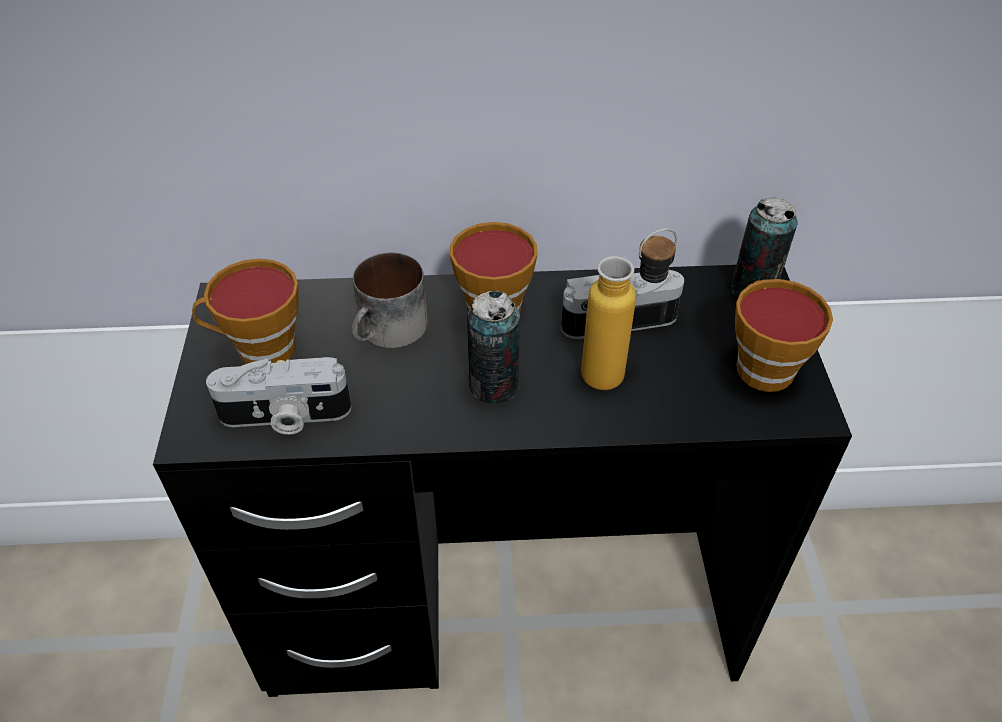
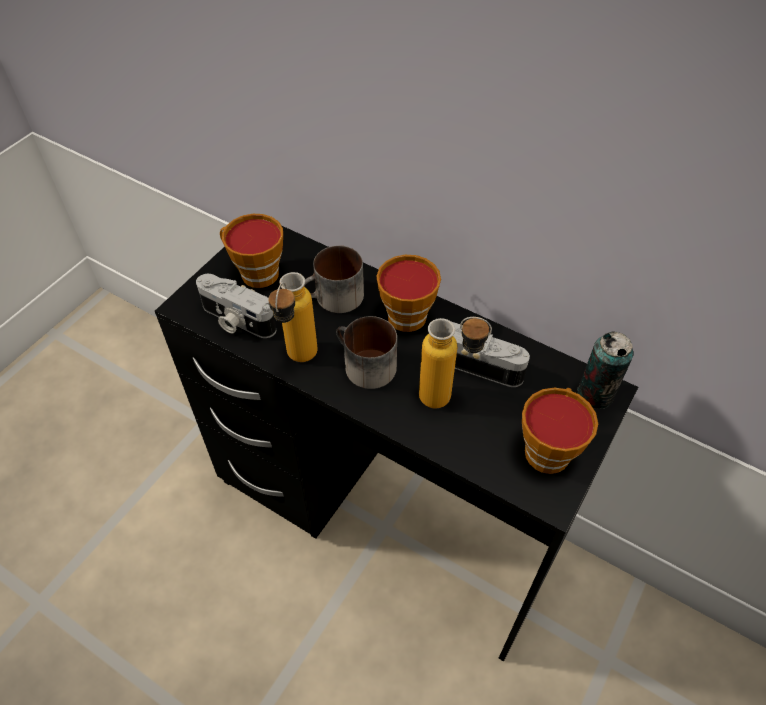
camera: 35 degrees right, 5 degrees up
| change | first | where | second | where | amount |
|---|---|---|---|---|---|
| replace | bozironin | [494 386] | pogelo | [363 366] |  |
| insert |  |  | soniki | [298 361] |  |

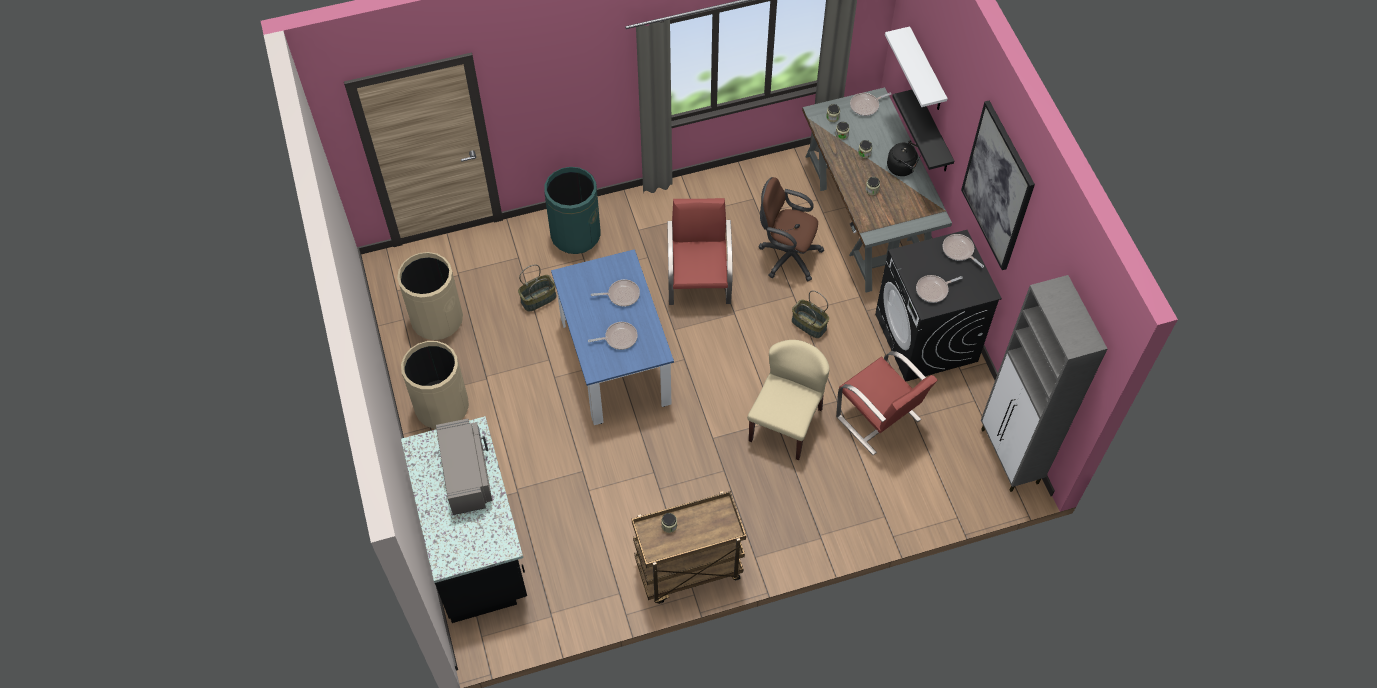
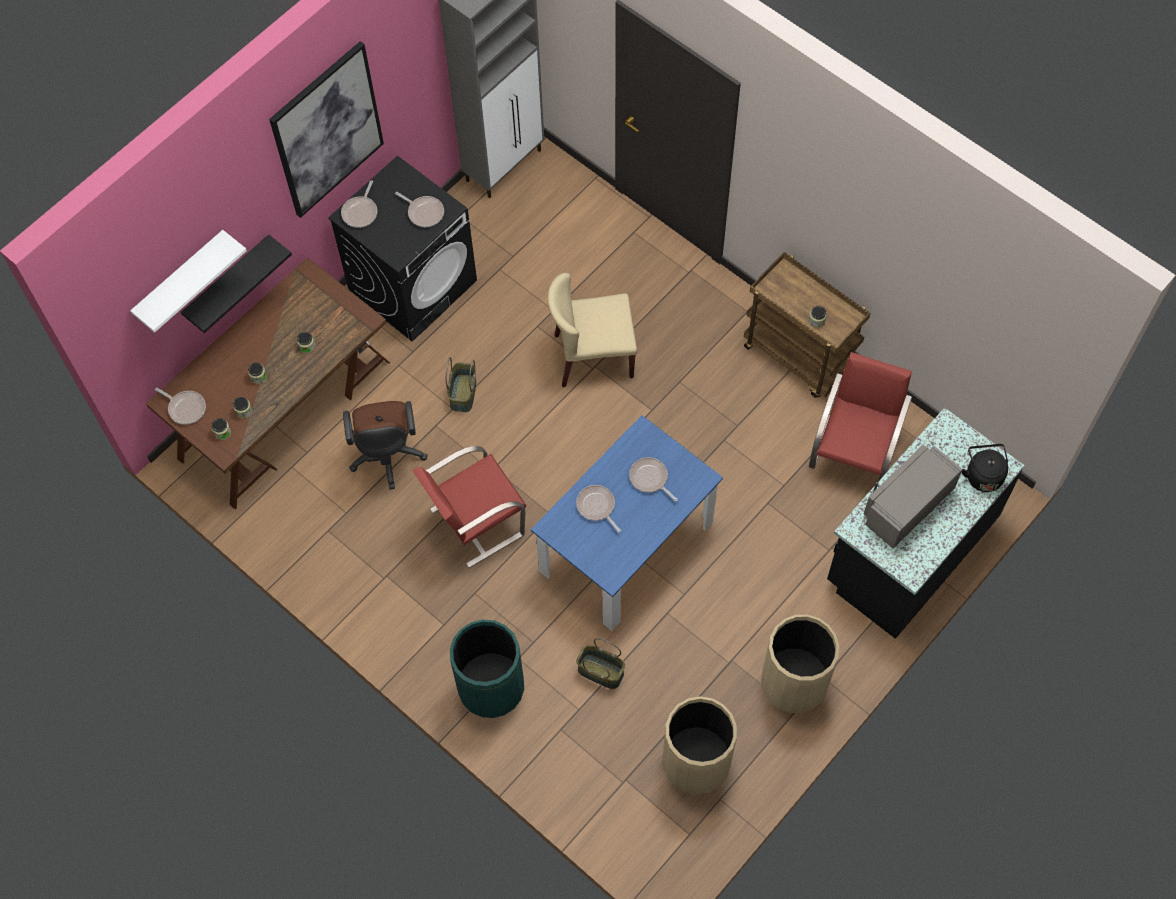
camera: 120 degrees left, 5 degrees up
| change | first | where | second | where | amount |
|---|---|---|---|---|---|
| recolor | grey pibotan | [867 214] | brown pibotan | [284 409] |  |
| move | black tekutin | [903 167] |  | [983 474] |  |
| move | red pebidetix | [879 419] |  | [854 451] |  |

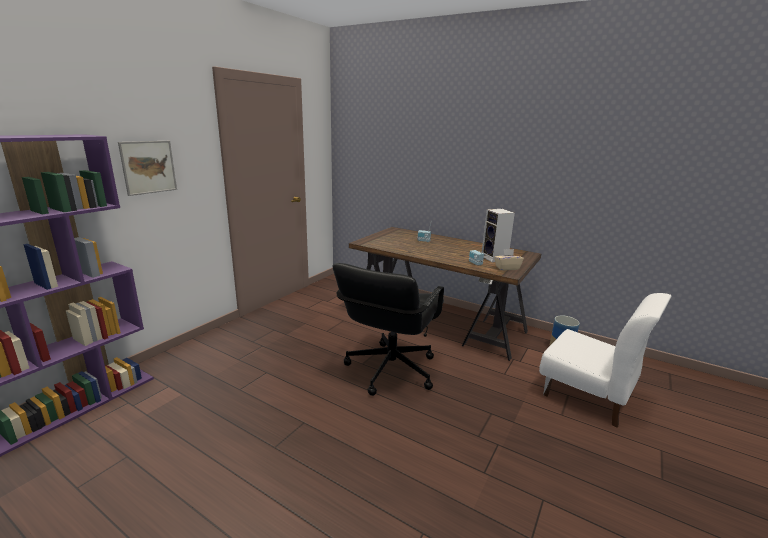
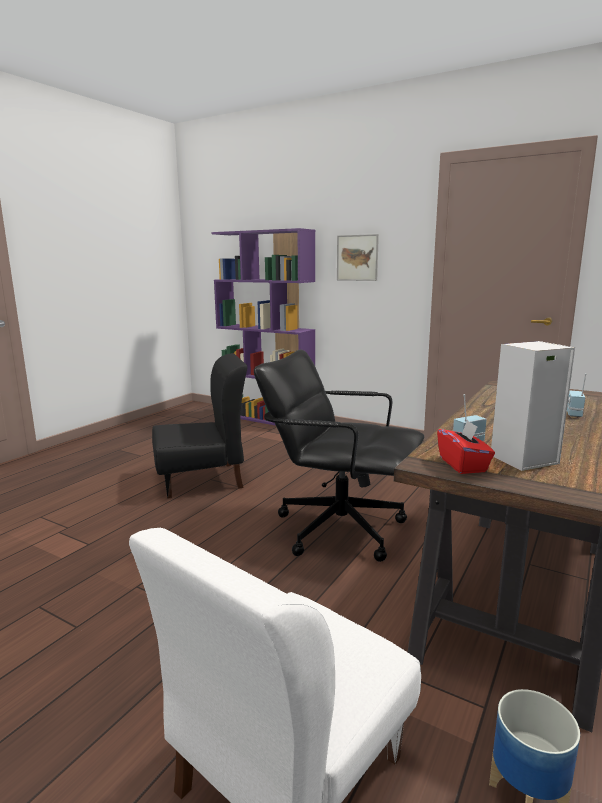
camera: 90 degrees right, 5 degrees down
| change | first | where | second | where | amount |
|---|---|---|---|---|---|
| recolor | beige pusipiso | [507 268] | red pusipiso | [463 465] |  |
| insert |  |  | black pebidetix | [202 480] |  |

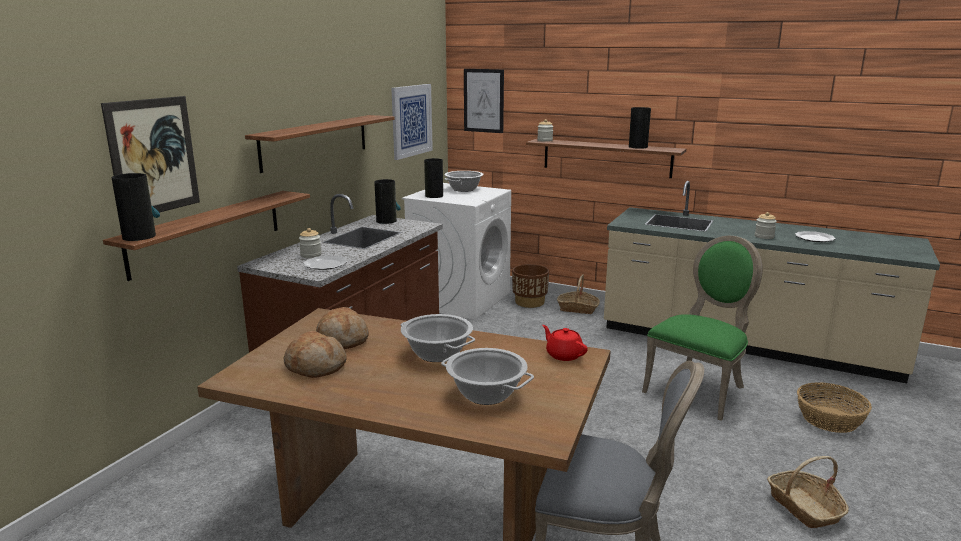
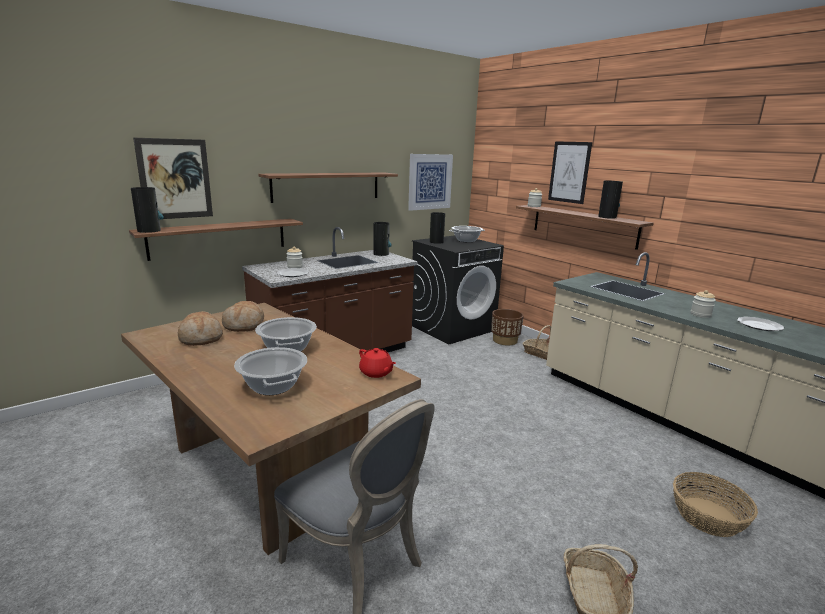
camera: 25 degrees right, 0 degrees up
| change | first | where | second | where | amount |
|---|---|---|---|---|---|
| move | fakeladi | [483 100] |  | [569 172] |  |
| recolor | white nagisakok | [460 299] | black nagisakok | [452 327] |  |
| delete | green pebidetix | [699 389] |  |  |  |
| rotate | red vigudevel | [564 355] |  | [376 373] | 150 degrees clockwise |

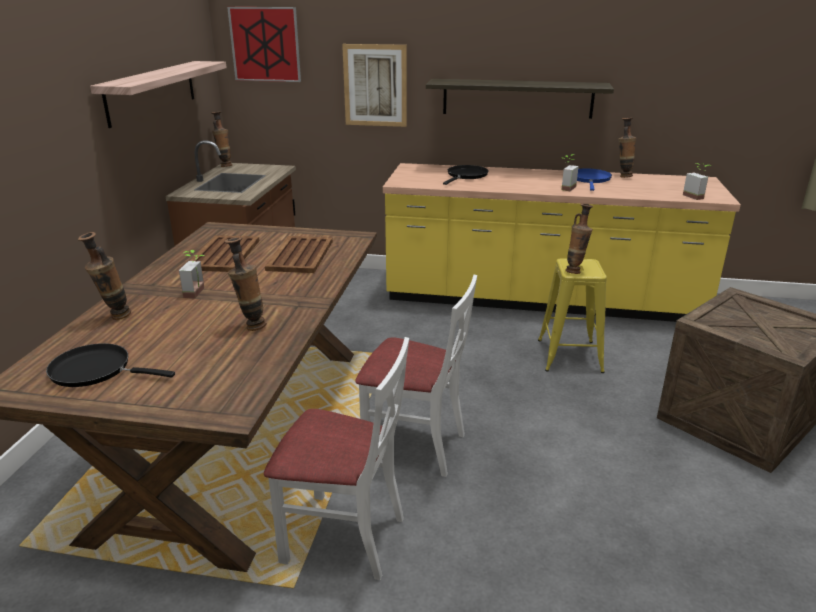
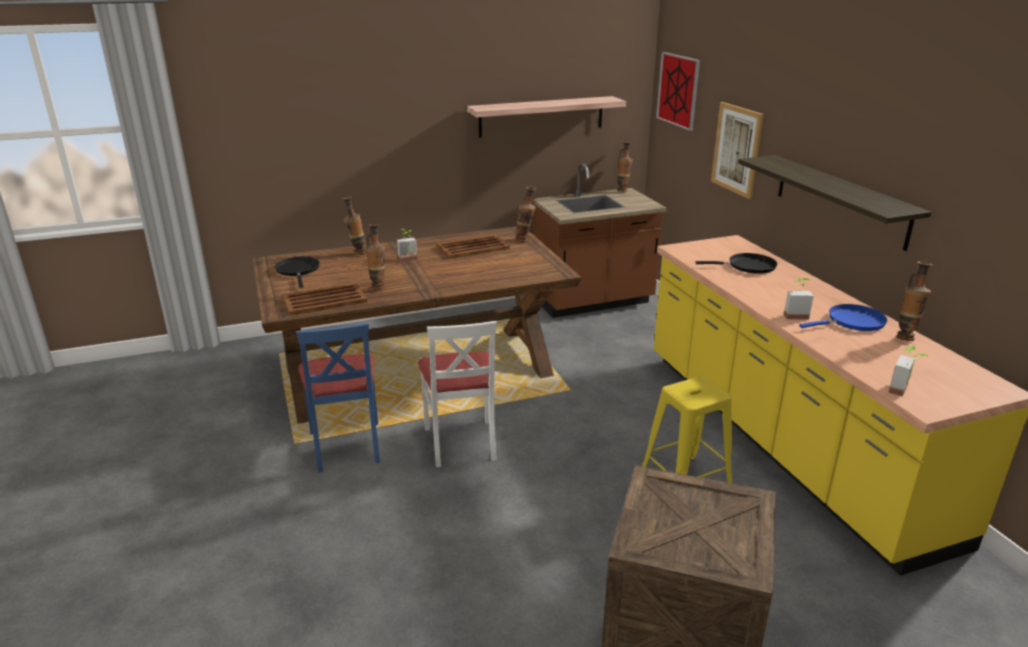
camera: 60 degrees right, 0 degrees up
| change | first | where | second | where | amount |
|---|---|---|---|---|---|
| move | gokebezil | [575 271] |  | [525 241] |  |
| move | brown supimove | [300 256] |  | [323 300] |  |
| recolor | white pebidetix | [344 537] | blue pebidetix | [346 446] |  |

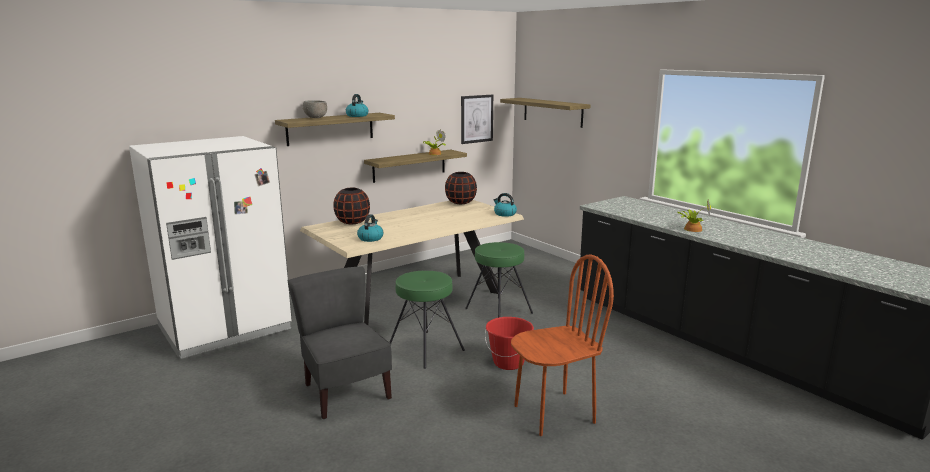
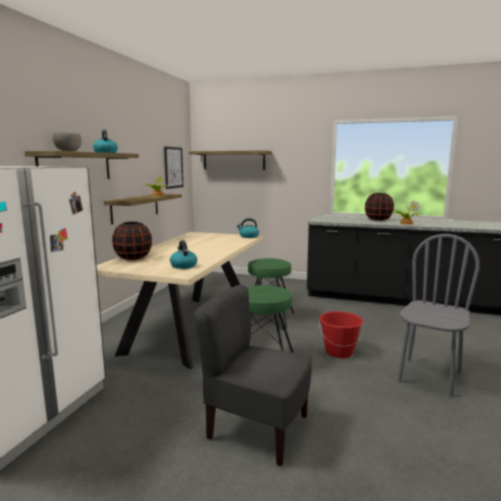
camera: 35 degrees left, 5 degrees down
| change | first | where | second | where | amount |
|---|---|---|---|---|---|
| move | black gokebezil | [460 202] |  | [378 219] |  |
| recolor | brown pebidetix | [553 413] | grey pebidetix | [429 377] |  |

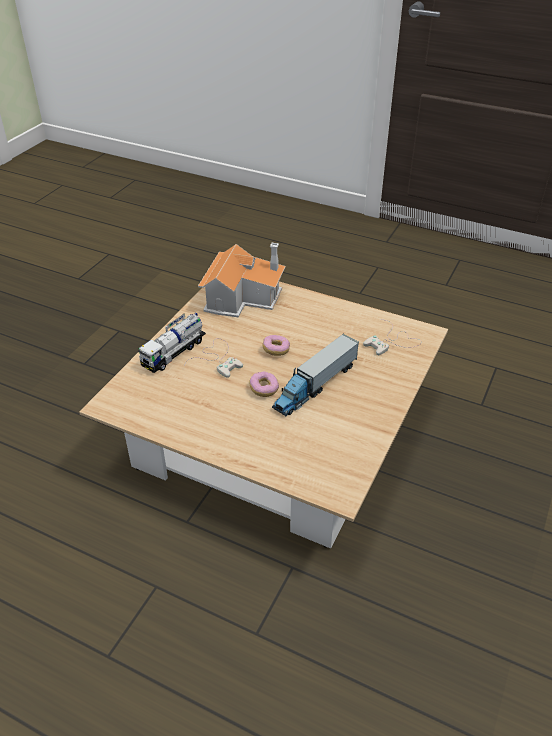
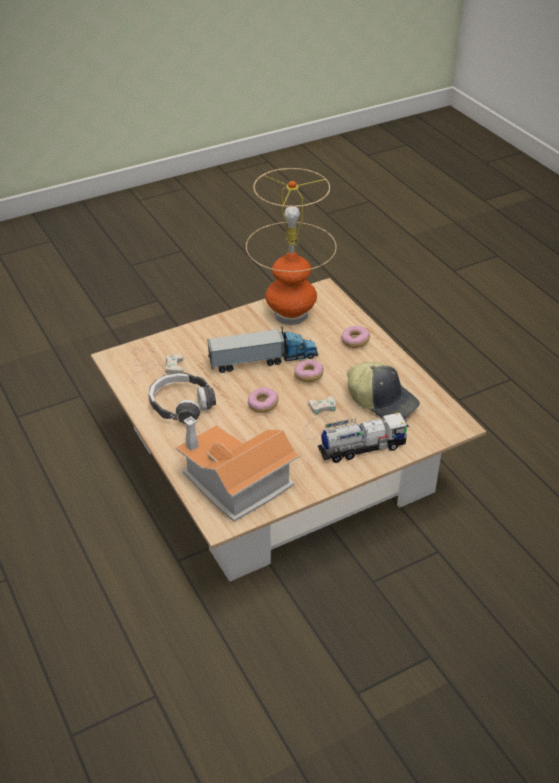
camera: 145 degrees left, 0 degrees up
| change | first | where | second | where | amount |
|---|---|---|---|---|---|
| insert |  |  | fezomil | [291 314] |  |
| insert |  |  | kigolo | [355 342] |  |
| insert |  |  | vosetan | [382 401] |  |
| insert |  |  | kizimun | [181 405] |  |

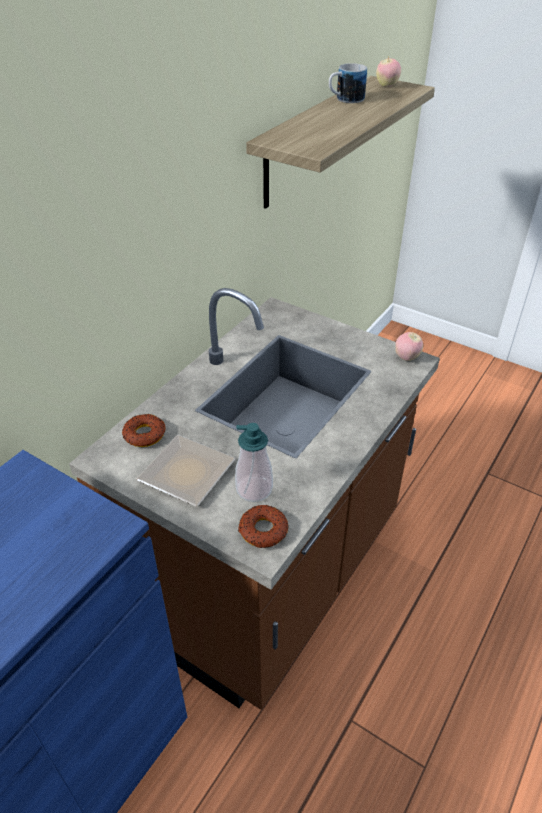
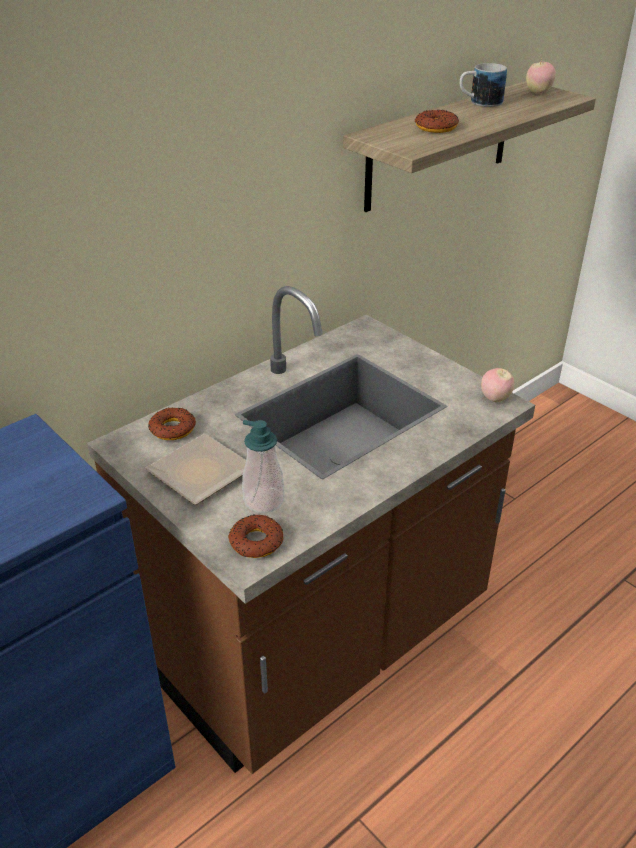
camera: 15 degrees right, 5 degrees down
| change | first | where | second | where | amount |
|---|---|---|---|---|---|
| insert |  |  | kigolo | [436 127] |  |

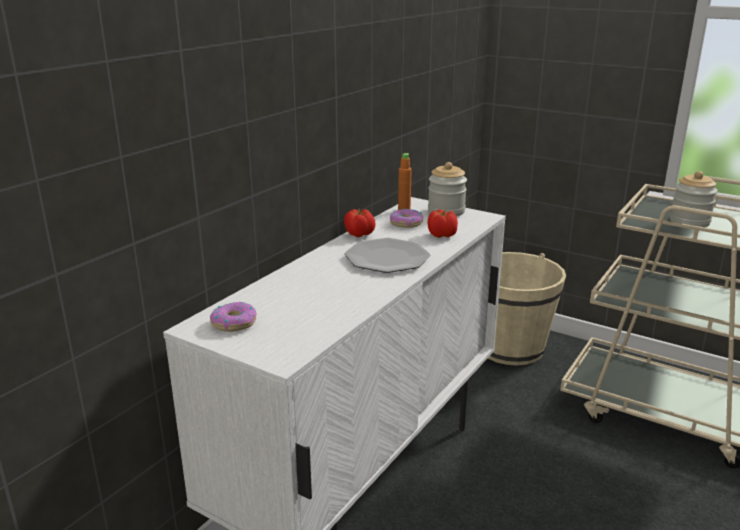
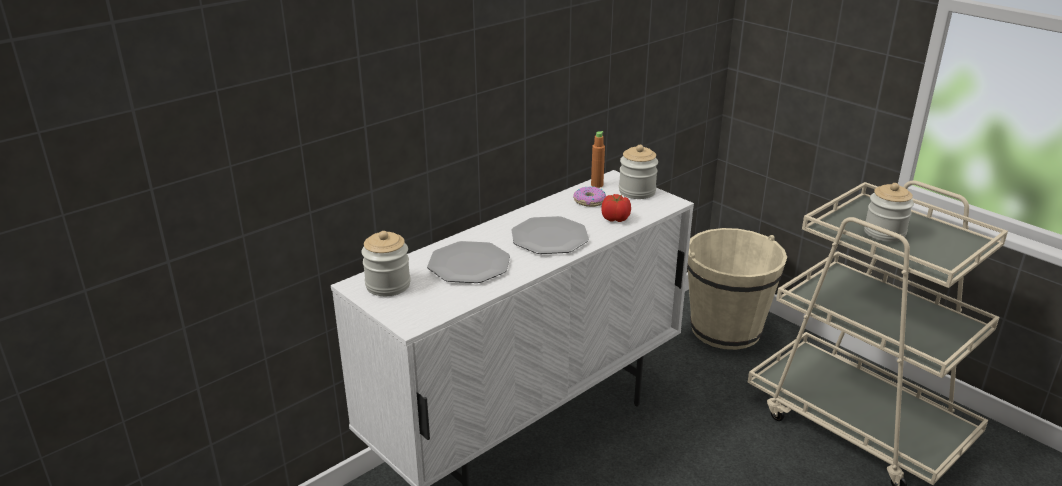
camera: 15 degrees right, 5 degrees up
| change | first | where | second | where | amount |
|---|---|---|---|---|---|
| delete | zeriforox | [360 234] |  |  |  |
| replace | kigolo | [234 323] | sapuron | [388 285] |  |
| insert |  |  | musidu | [469 264] |  |

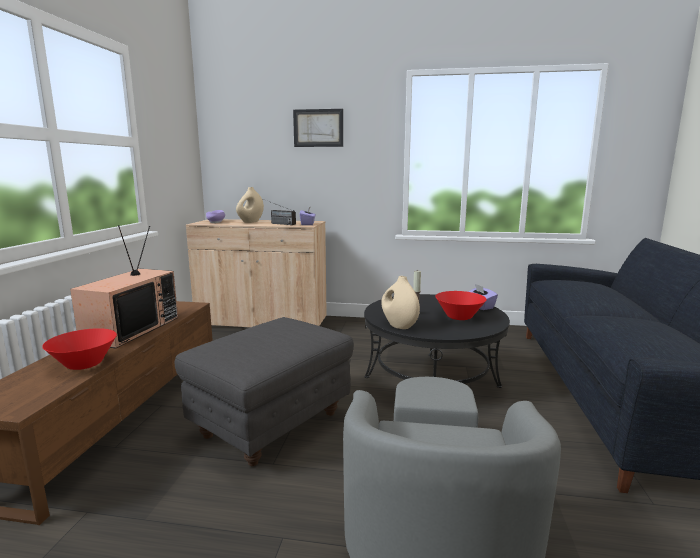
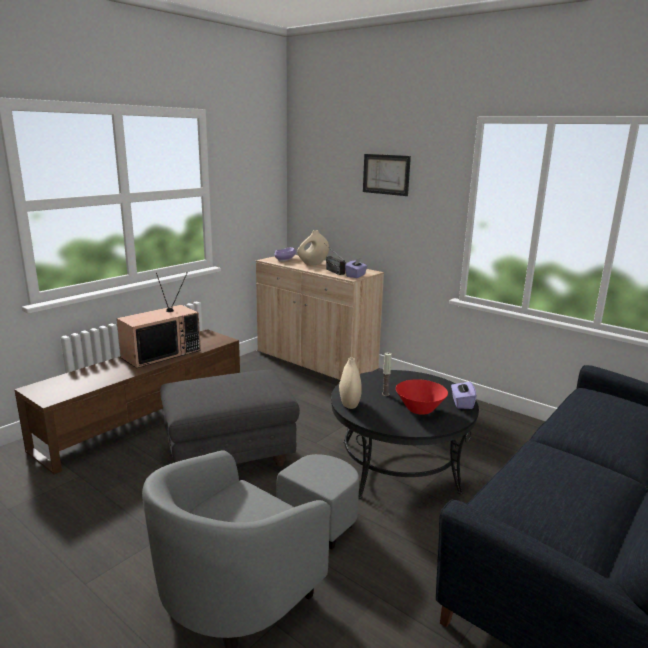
camera: 30 degrees right, 5 degrees up
| change | first | where | second | where | amount |
|---|---|---|---|---|---|
| delete | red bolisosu | [84 364] |  |  |  |

